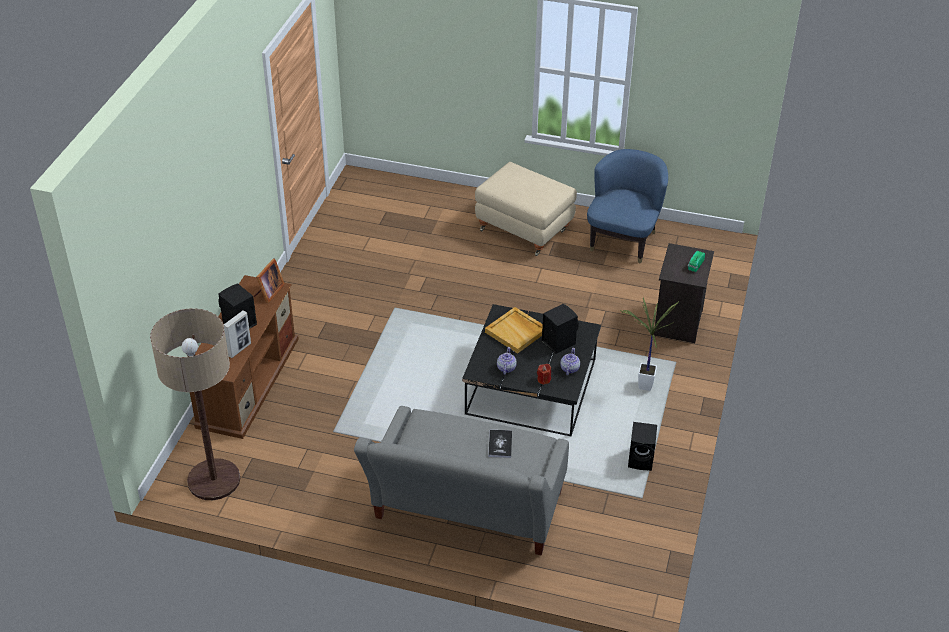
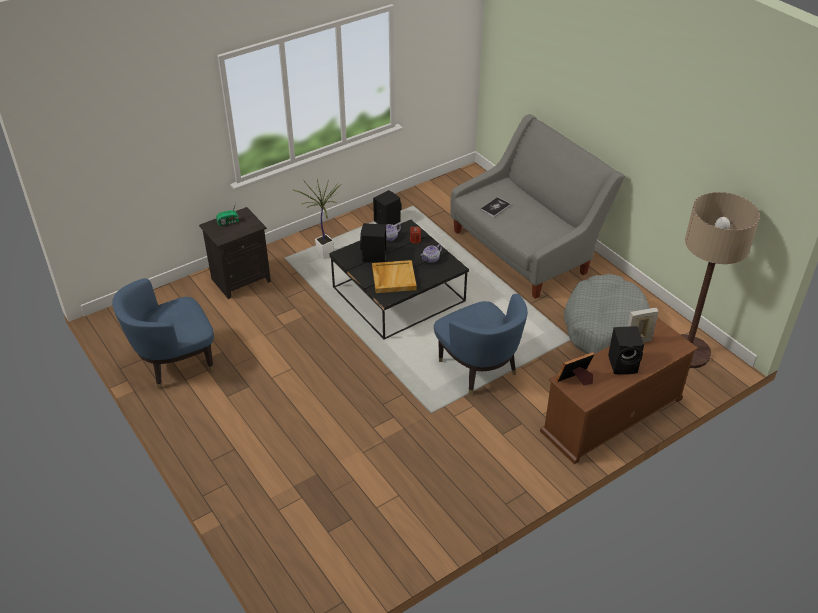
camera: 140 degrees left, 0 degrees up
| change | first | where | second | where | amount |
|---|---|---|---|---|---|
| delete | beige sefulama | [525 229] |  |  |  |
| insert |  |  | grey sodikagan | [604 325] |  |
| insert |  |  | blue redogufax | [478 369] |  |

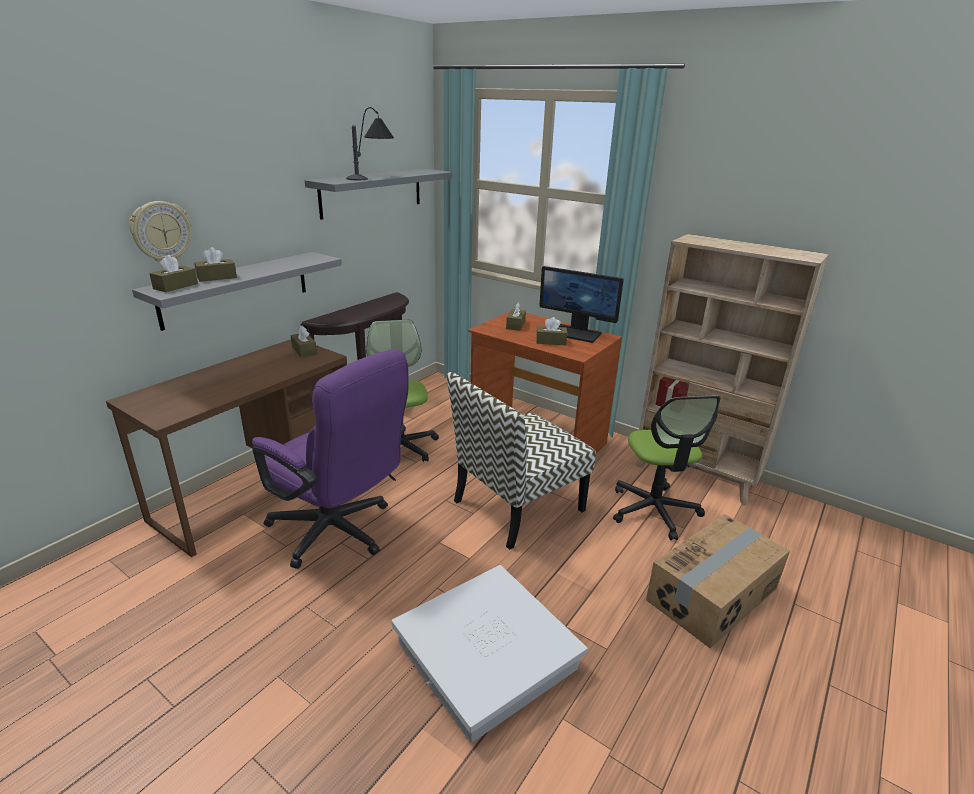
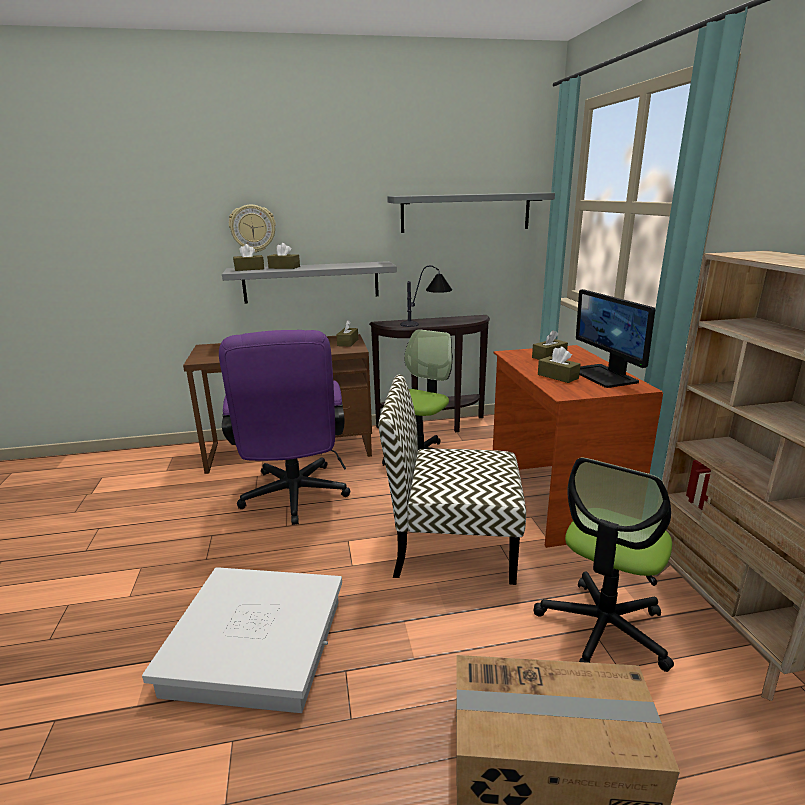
camera: 45 degrees right, 5 degrees down
| change | first | where | second | where | amount |
|---|---|---|---|---|---|
| move | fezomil | [372 177] |  | [428 323] |  |

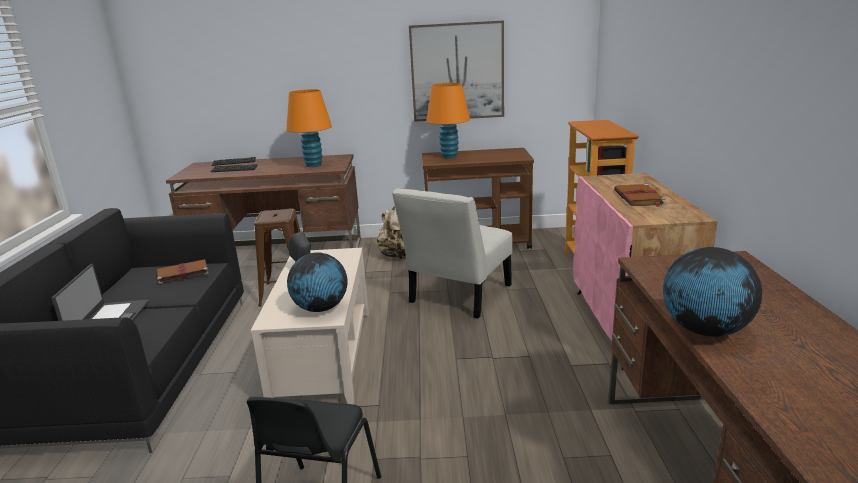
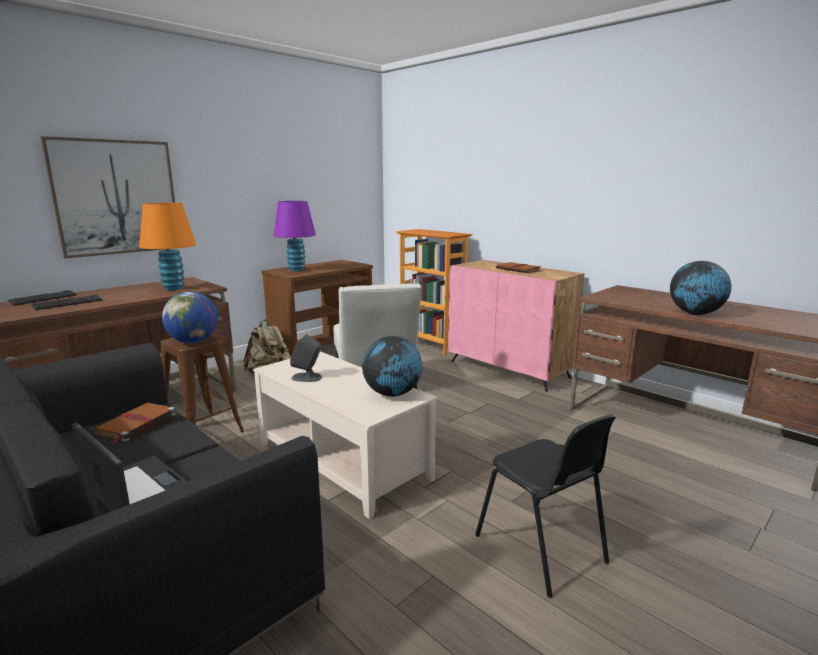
camera: 45 degrees left, 5 degrees down
| change | first | where | second | where | amount |
|---|---|---|---|---|---|
| move | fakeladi | [457 72] |  | [116 197] |  |
| recolor | orange fezomil | [449 156] | purple fezomil | [296 270] |  |
| insert |  |  | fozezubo | [193 342] |  |

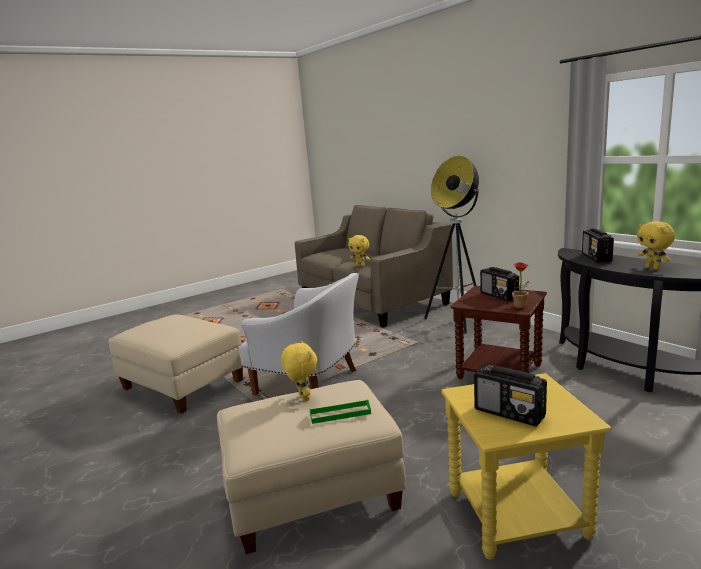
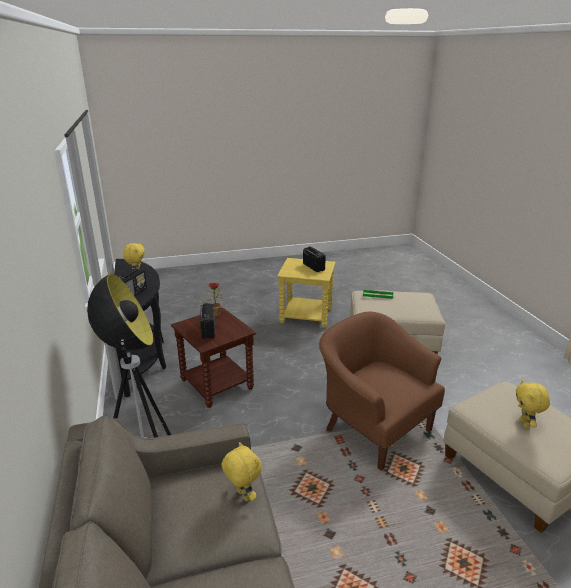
camera: 160 degrees left, 10 degrees up
| change | first | where | second | where | amount |
|---|---|---|---|---|---|
| recolor | white redogufax | [311 383] | brown redogufax | [374 427] |  |
| move | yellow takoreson | [302 398] |  | [525 424] |  |

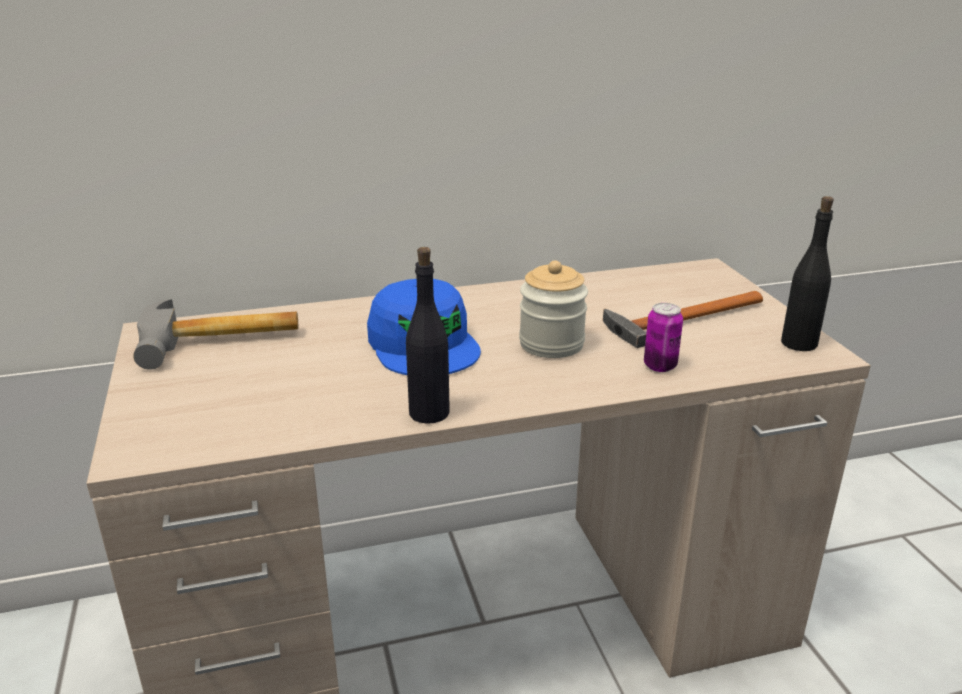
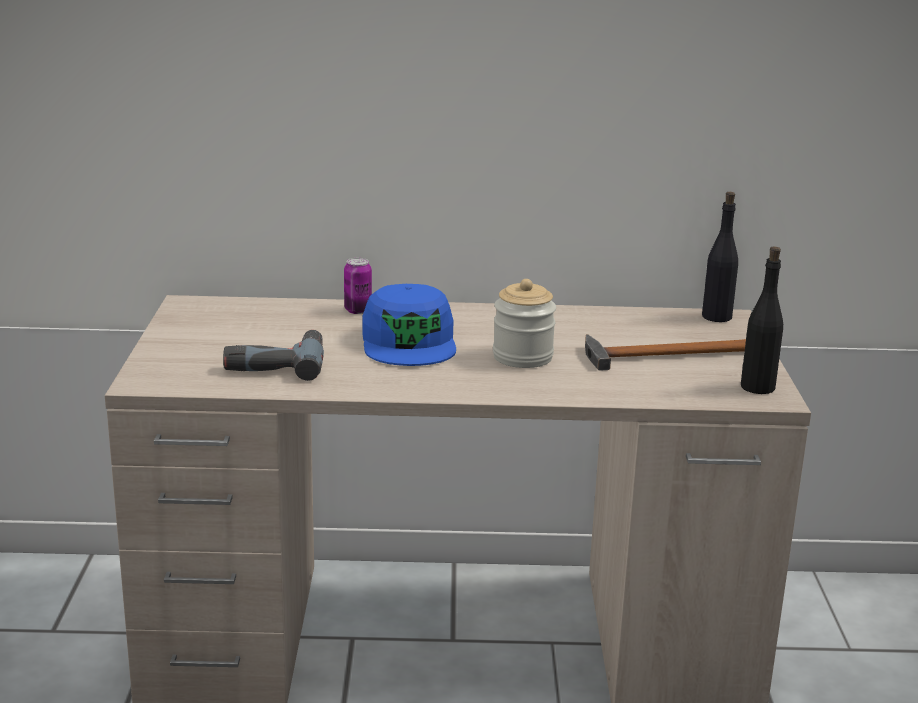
camera: 15 degrees right, 5 degrees down
| change | first | where | second | where | amount |
|---|---|---|---|---|---|
| move | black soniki | [429 412] |  | [717 317] |  |
| delete | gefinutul | [222 342] |  |  |  |
| move | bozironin | [660 366] |  | [357 310] |  |
| insert |  |  | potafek | [276 363] |  |

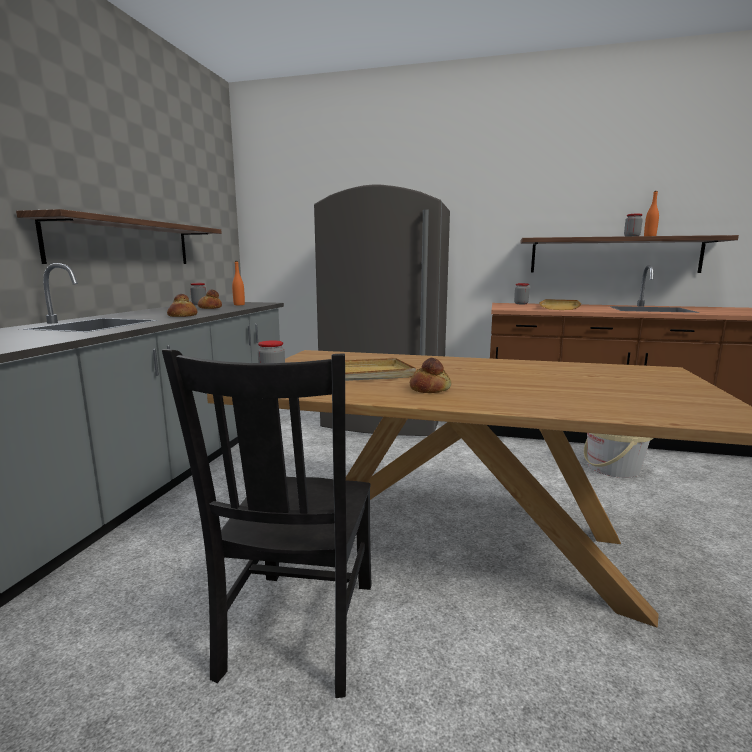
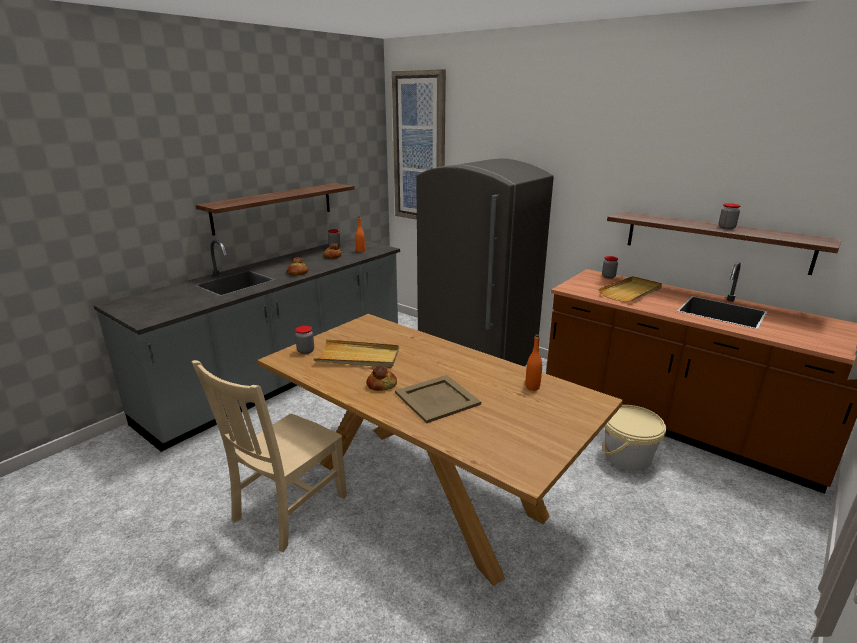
camera: 25 degrees right, 10 degrees up
| change | first | where | second | where | amount |
|---|---|---|---|---|---|
| move | orange soniki | [649 237] |  | [532 387] |  |
| recolor | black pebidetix | [298 631] | beige pebidetix | [287 510] |  |
| insert |  |  | fakeladi | [419 148] |  |
| insert |  |  | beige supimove | [438 398] |  |

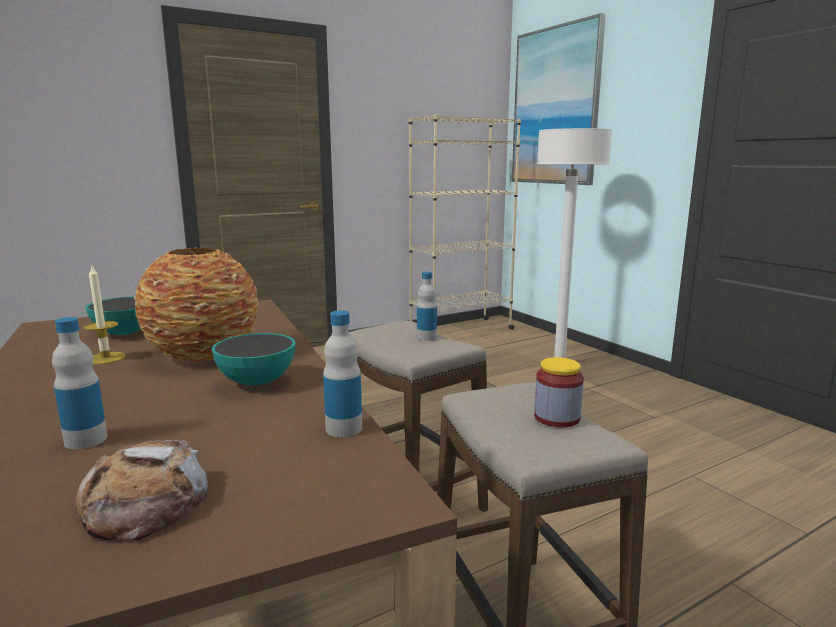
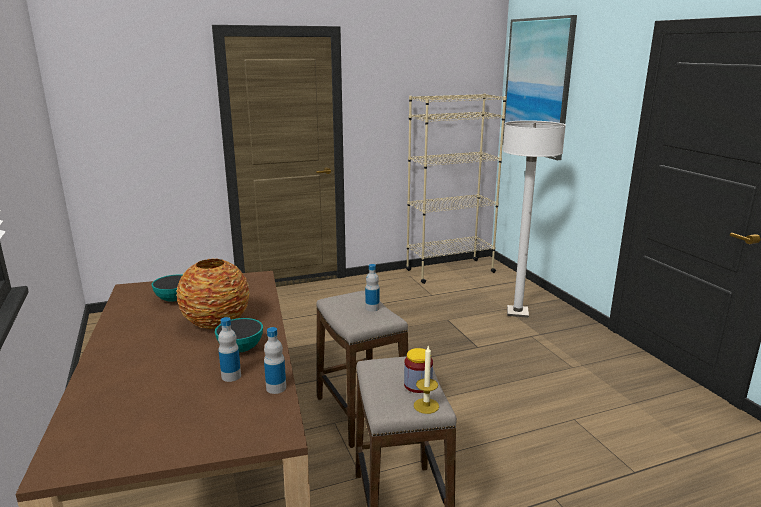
camera: 10 degrees right, 5 degrees up
| change | first | where | second | where | amount |
|---|---|---|---|---|---|
| move | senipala | [105 358] |  | [426 406] |  |
| move | soniki | [86 440] |  | [231 376] |  |
| delete | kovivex | [145 503] |  |  |  |

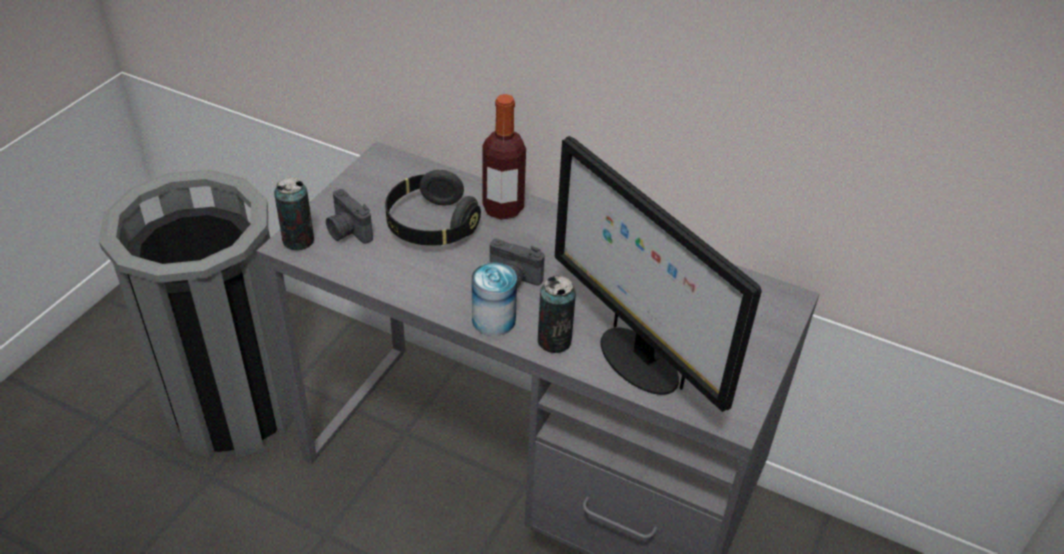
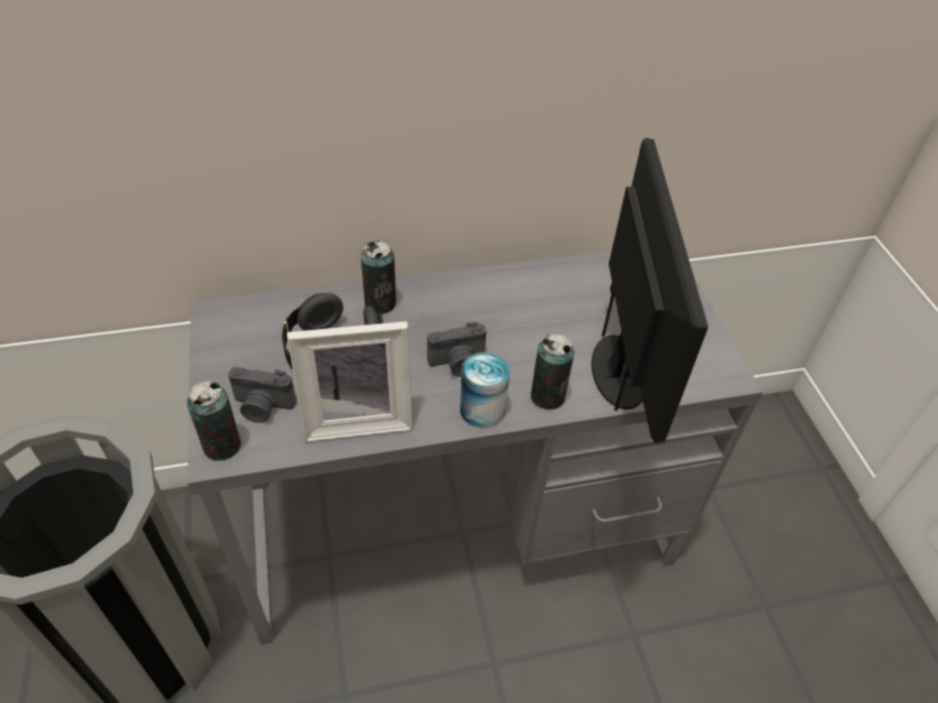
camera: 40 degrees left, 5 degrees up
| change | first | where | second | where | amount |
|---|---|---|---|---|---|
| replace | soniki | [503 208] | bozironin | [380 303] |  |
| rotate | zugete | [636 360] |  | [620 372] | 105 degrees counterclockwise |
| insert |  |  | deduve | [357 417] |  |

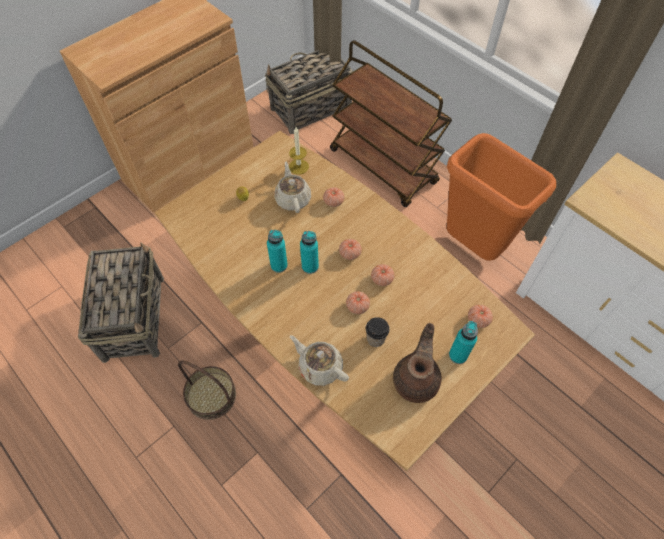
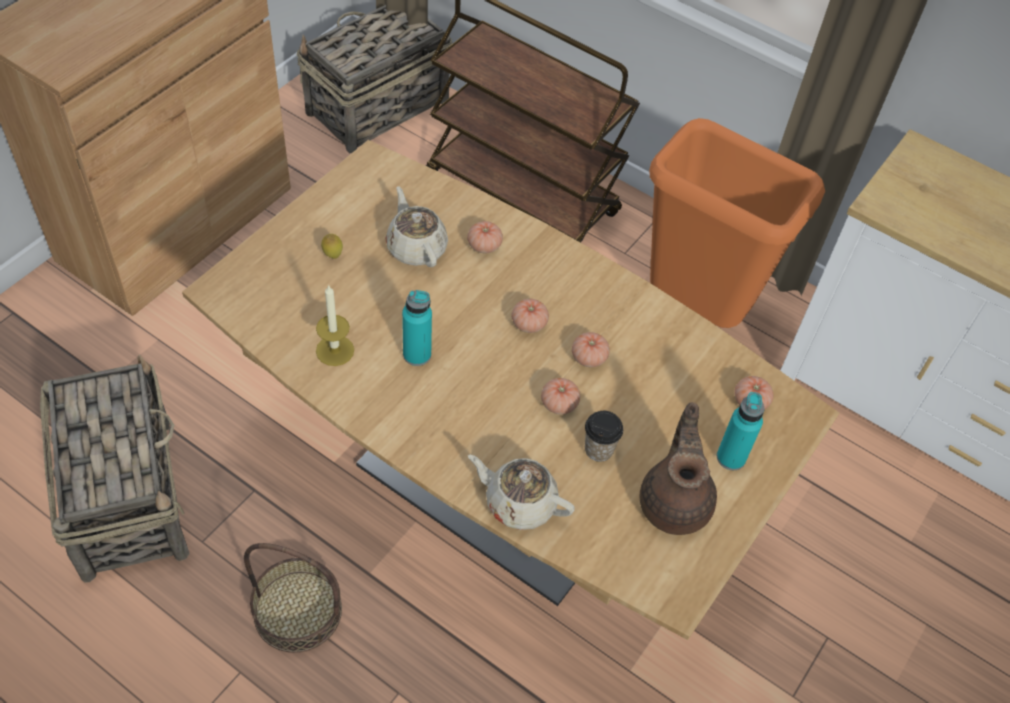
camera: 15 degrees left, 5 degrees down
| change | first | where | second | where | amount |
|---|---|---|---|---|---|
| move | senipala | [298 166] |  | [335 350] |  |
| delete | turquoise soniki | [310 266] |  |  |  |

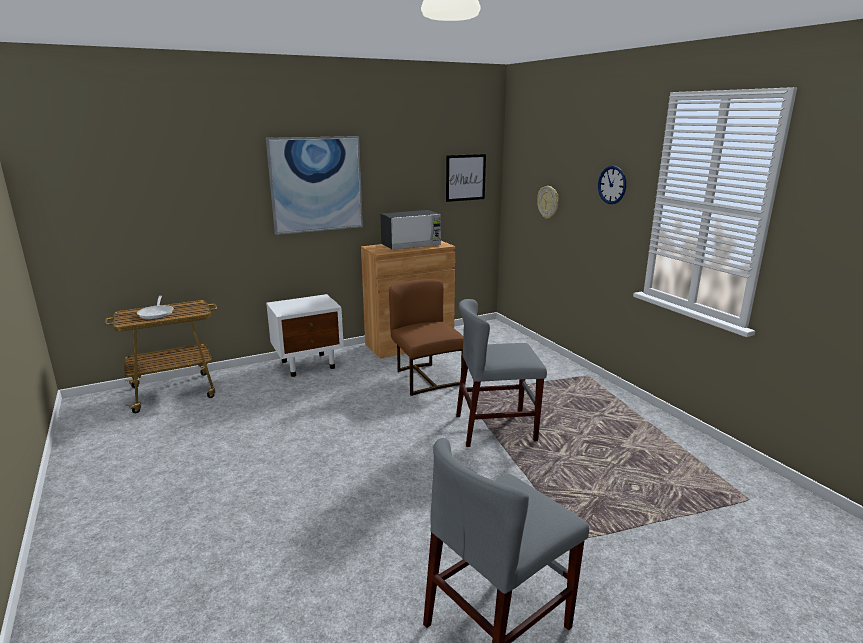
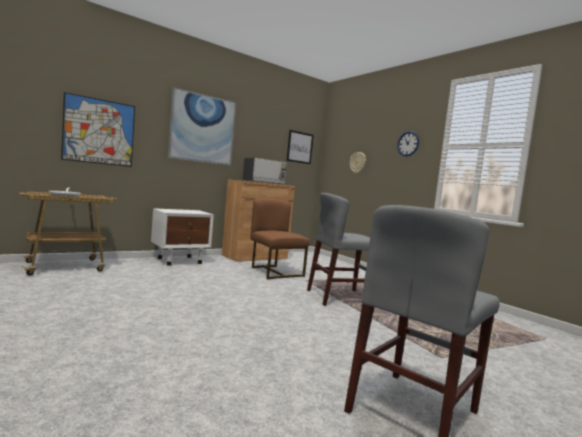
camera: 10 degrees left, 15 degrees down
| change | first | where | second | where | amount |
|---|---|---|---|---|---|
| insert |  |  | fakeladi | [99 131] |  |

